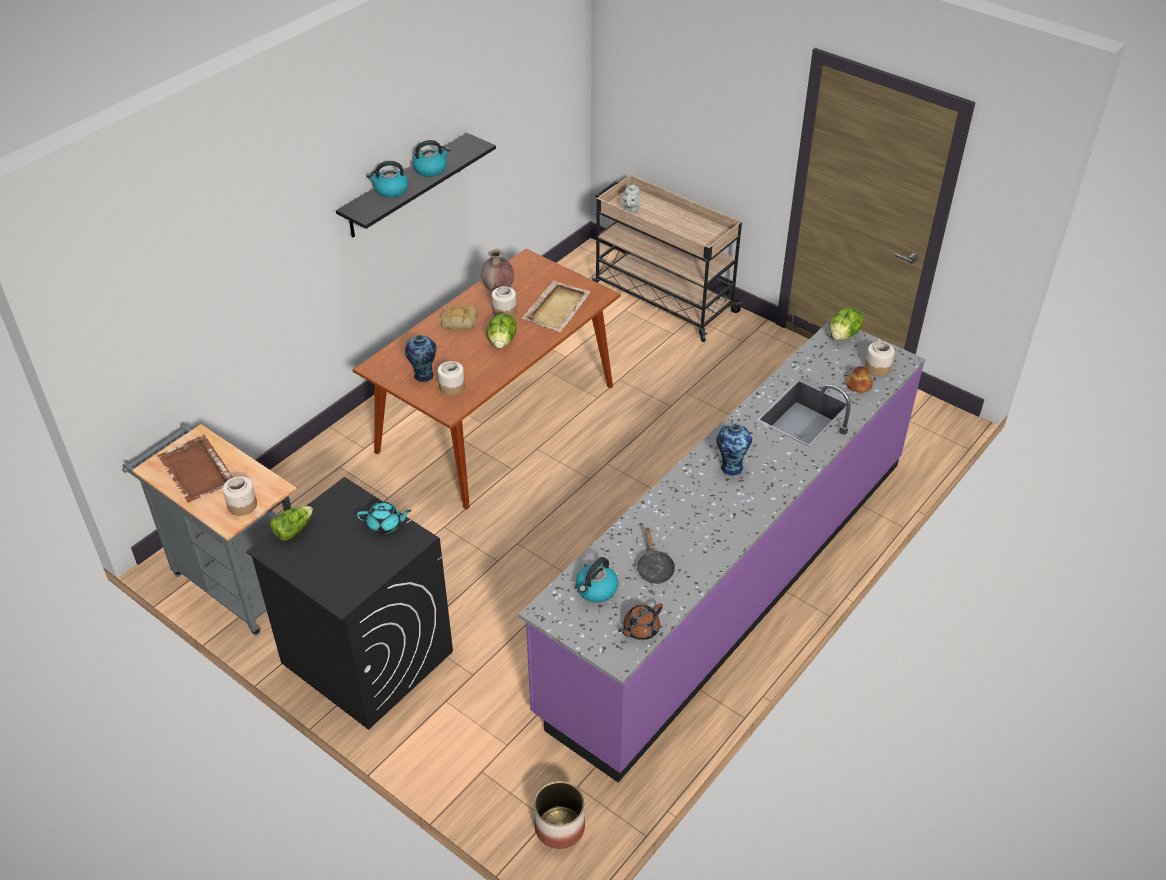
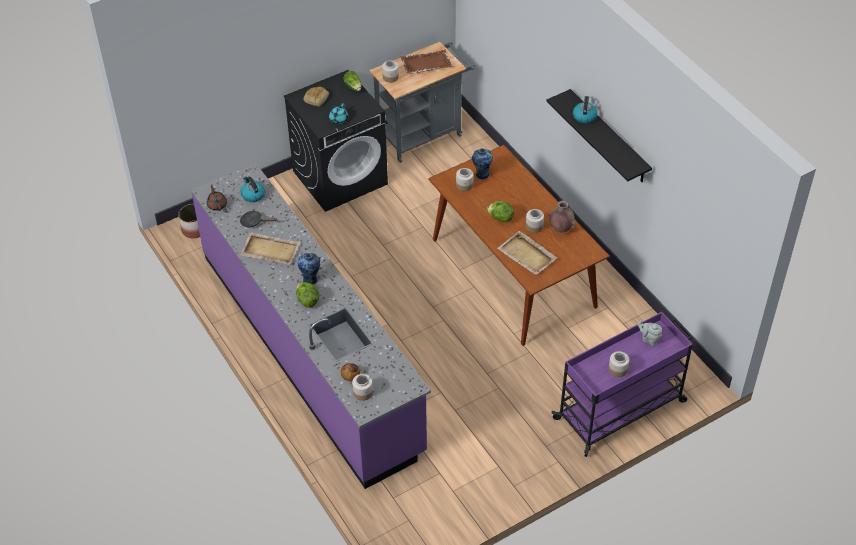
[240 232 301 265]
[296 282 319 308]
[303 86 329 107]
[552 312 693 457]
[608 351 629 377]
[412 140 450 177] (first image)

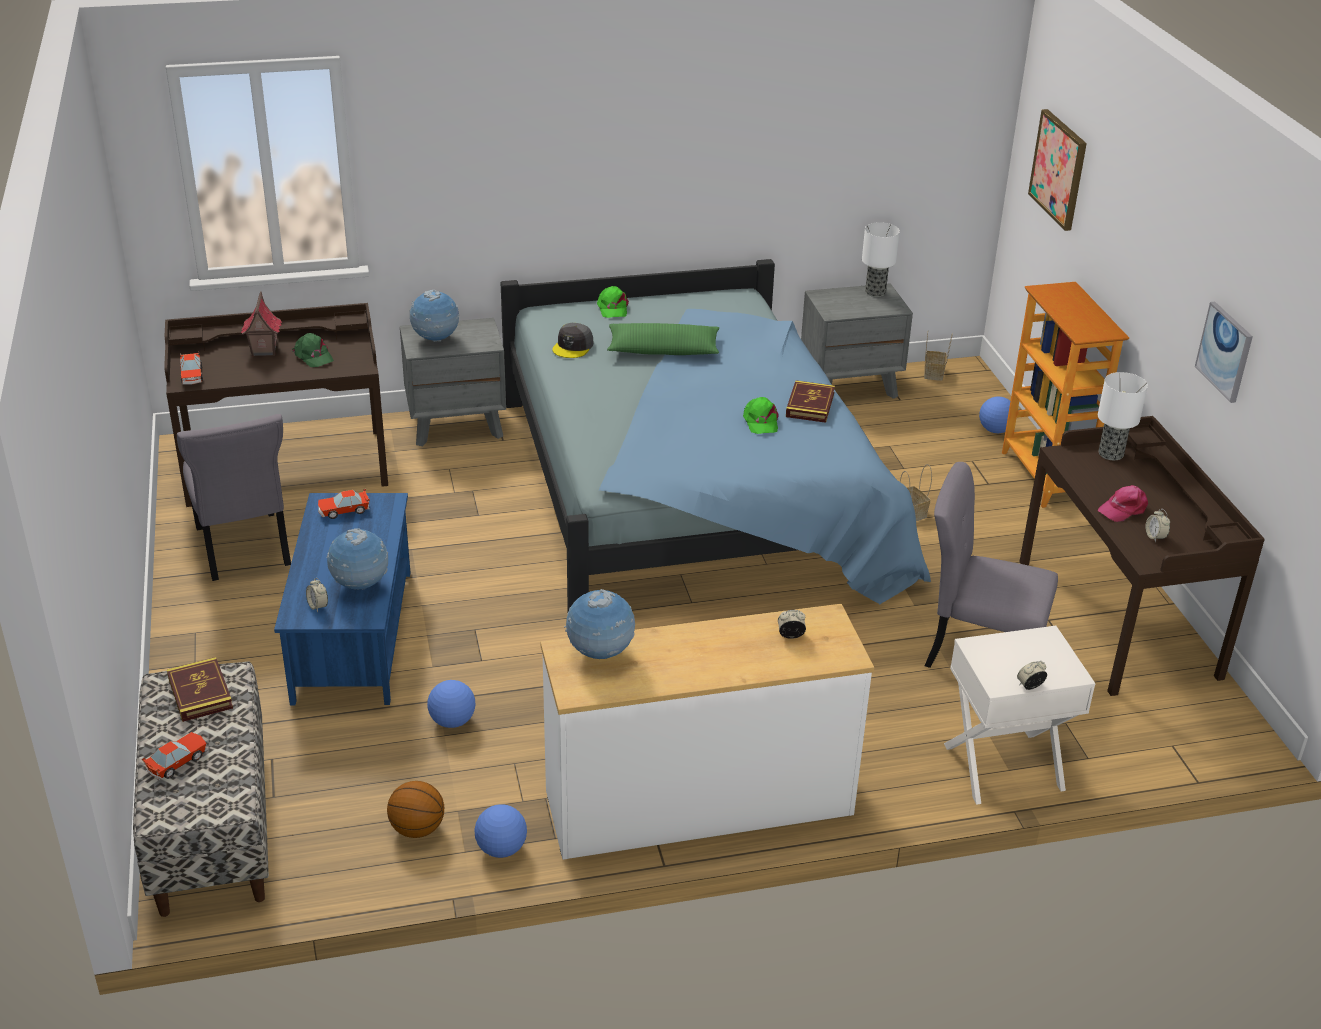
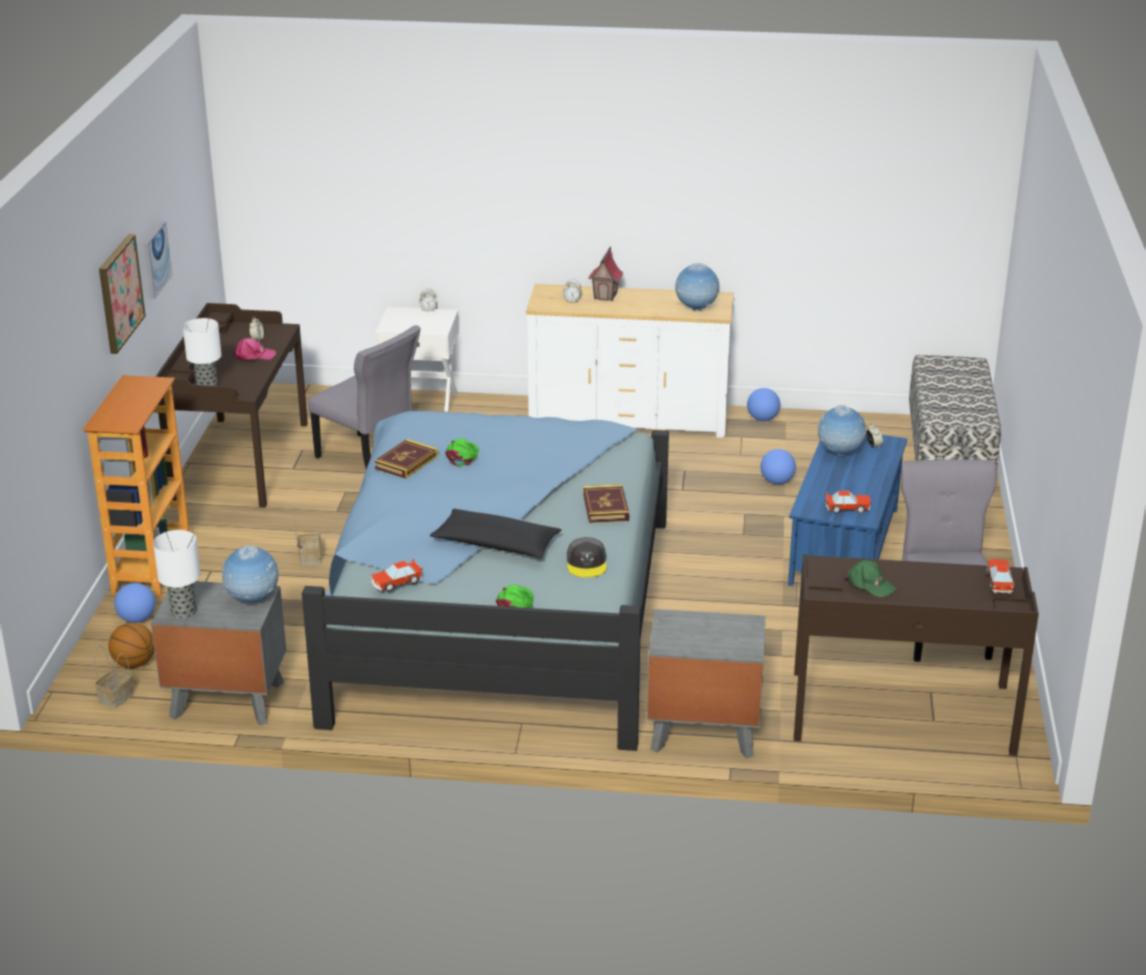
[99 234 146 354]
[108 623 155 668]
[222 546 279 603]
[371 559 423 592]
[430 509 561 558]
[567 537 607 578]
[583 484 629 523]
[588 246 623 301]
[844 560 897 597]

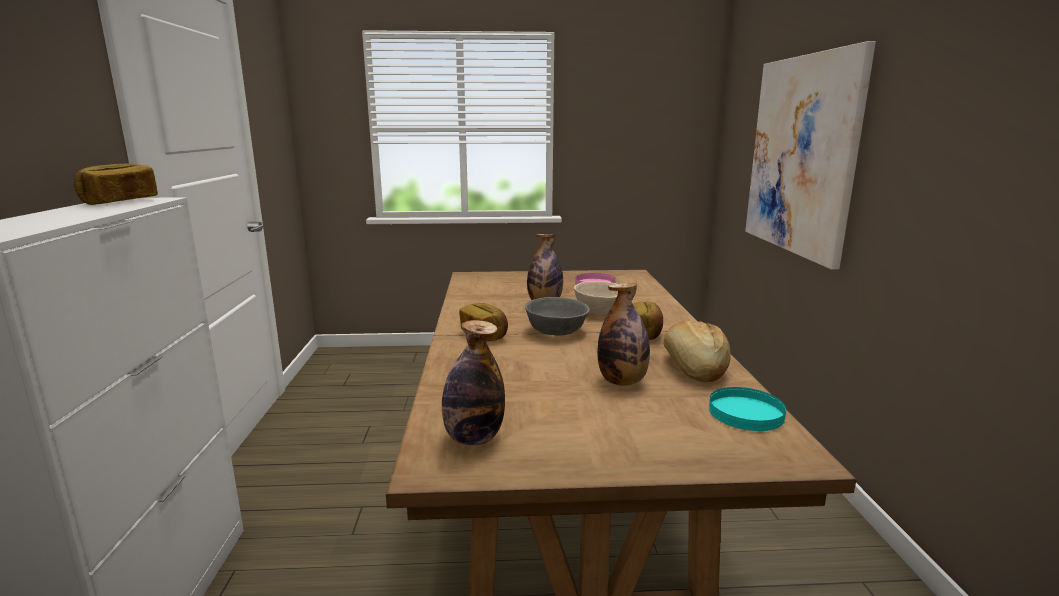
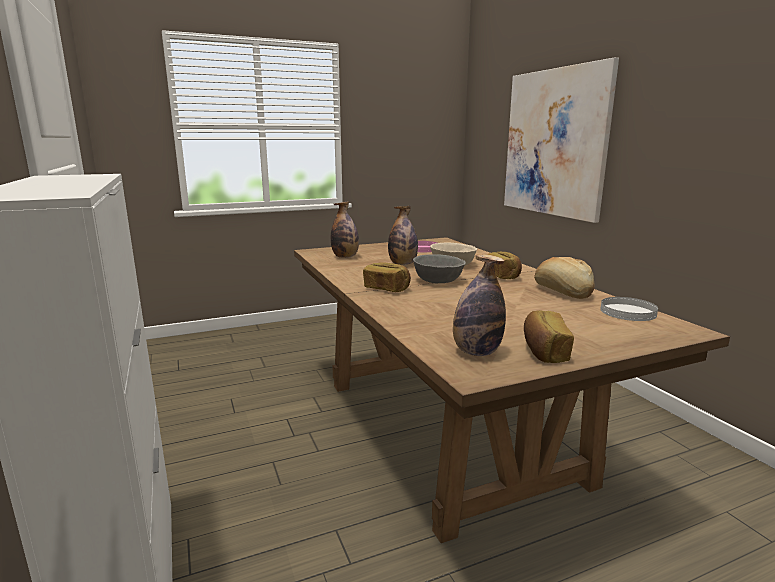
[331 201 359 258]
[524 311 574 363]
[601 297 658 321]

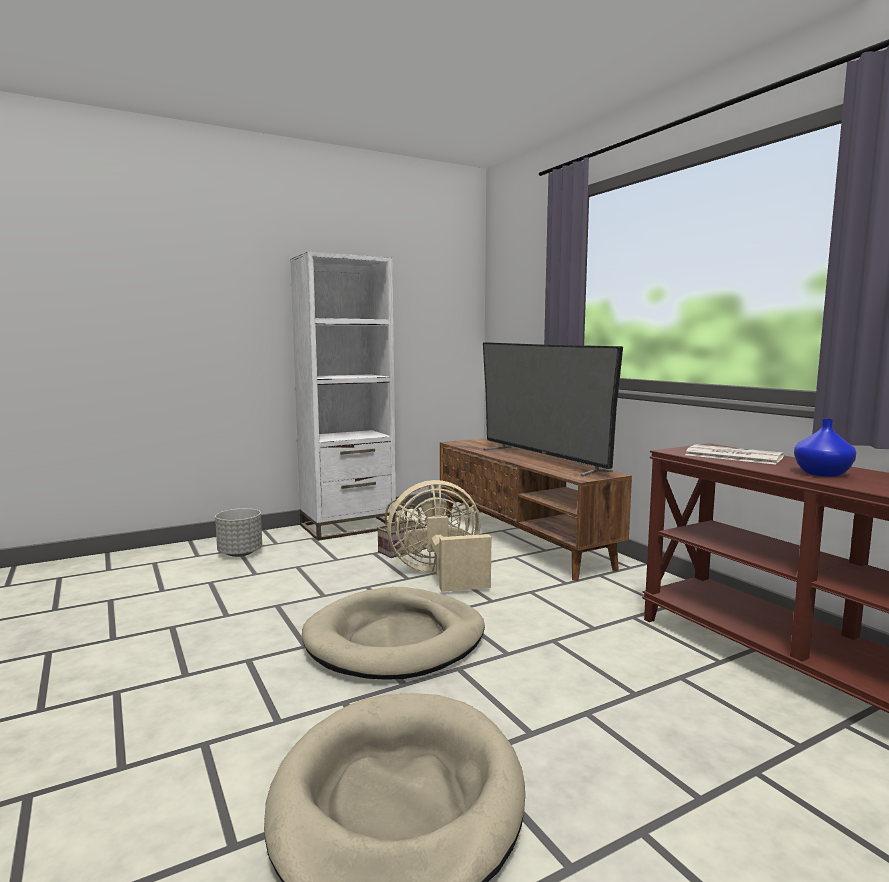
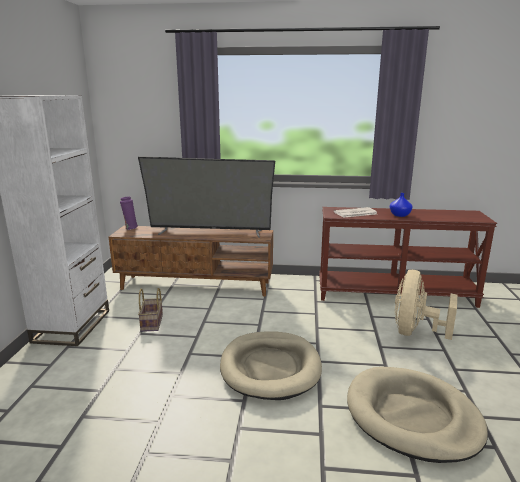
[120 197 138 230]
[395 270 457 340]
[215 508 262 557] (first image)

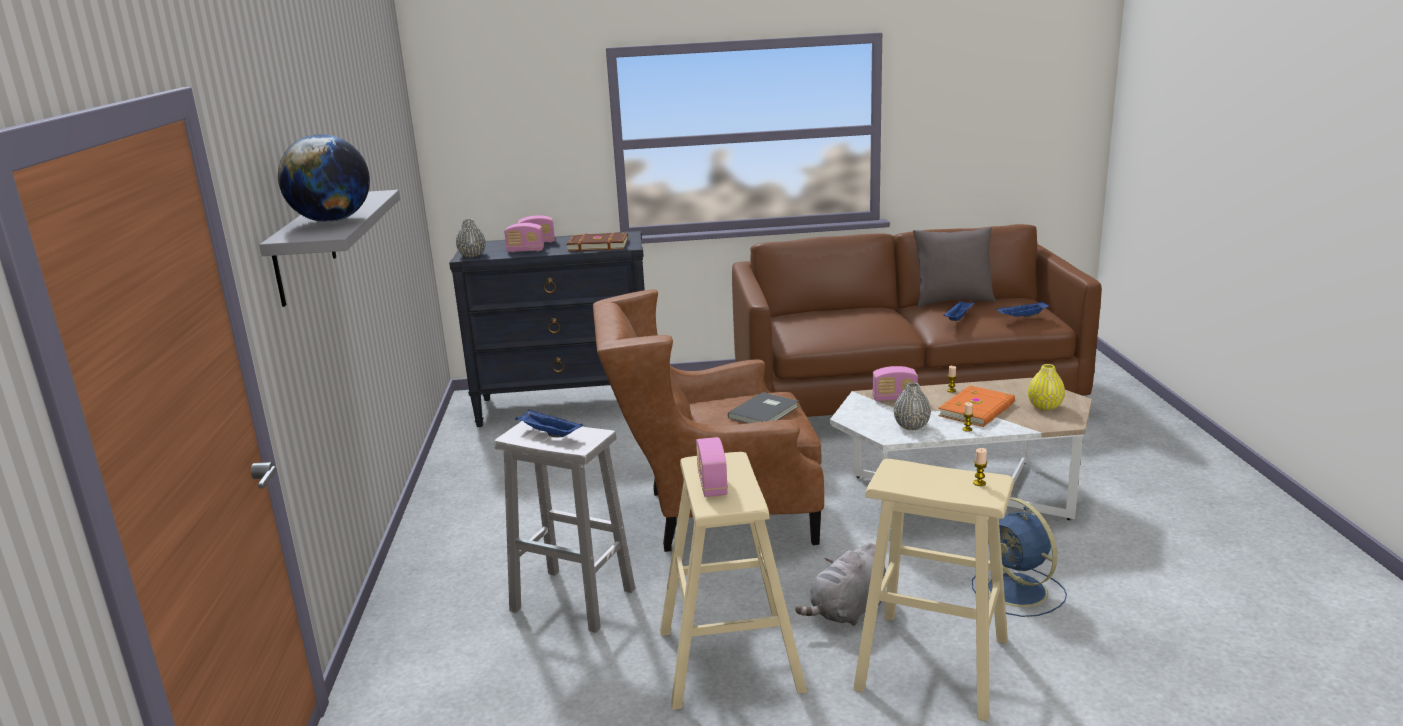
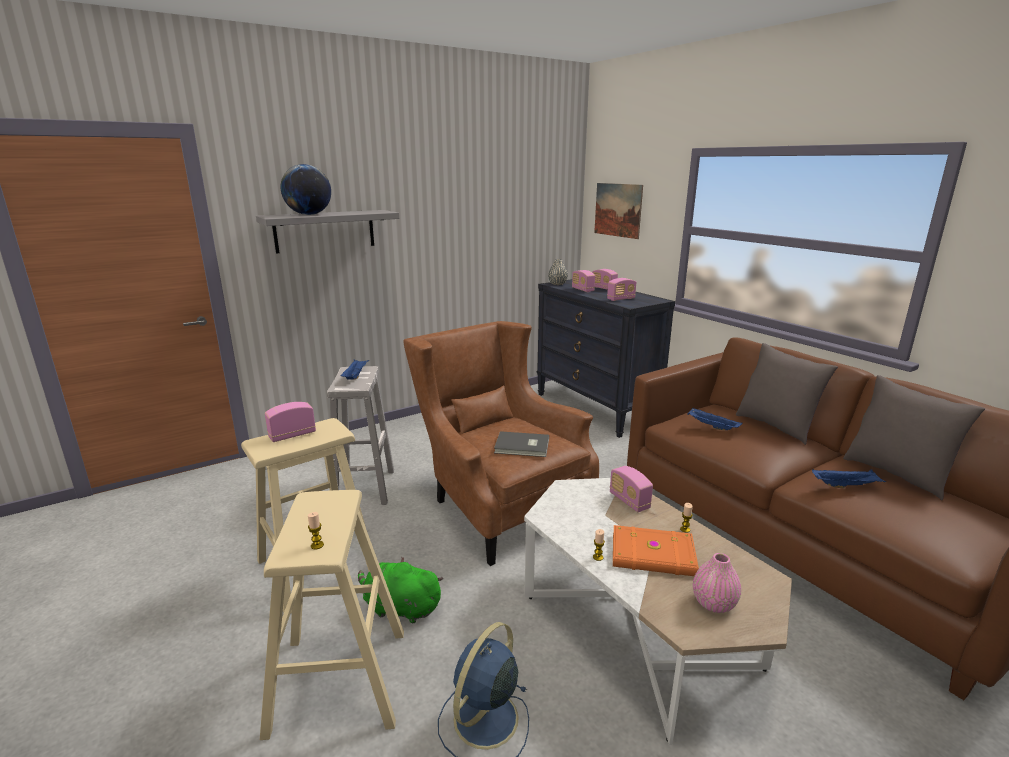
[358 557 443 623]
[594 183 643 239]
[607 278 636 301]
[687 408 742 430]
[693 553 741 613]
[736 343 838 445]
[894 382 931 430] (first image)

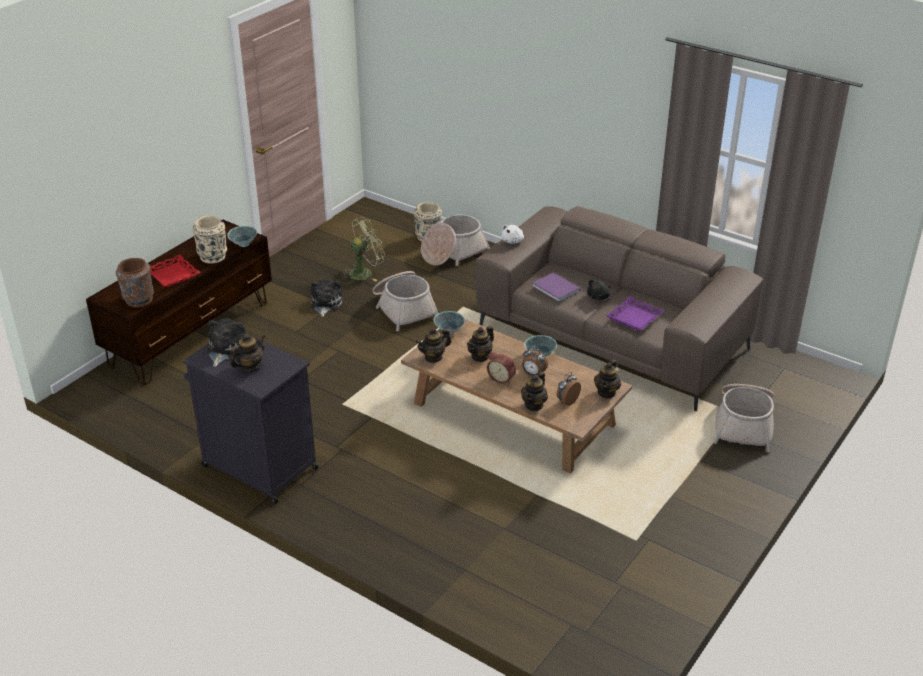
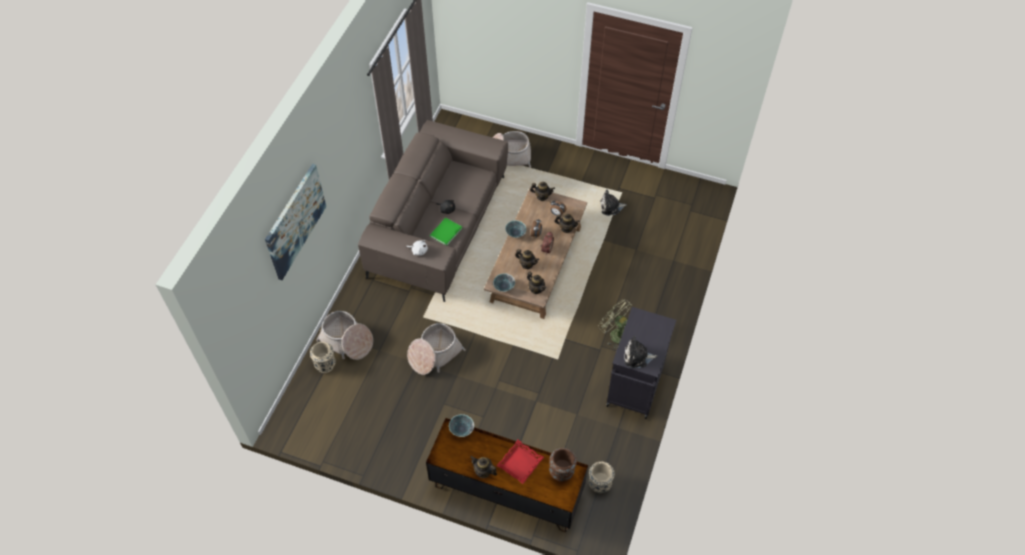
[265 164 326 280]
[430 218 462 246]
[470 456 497 478]
[589 462 615 493]
[598 300 632 348]
[600 189 627 216]
[606 296 664 331] (first image)

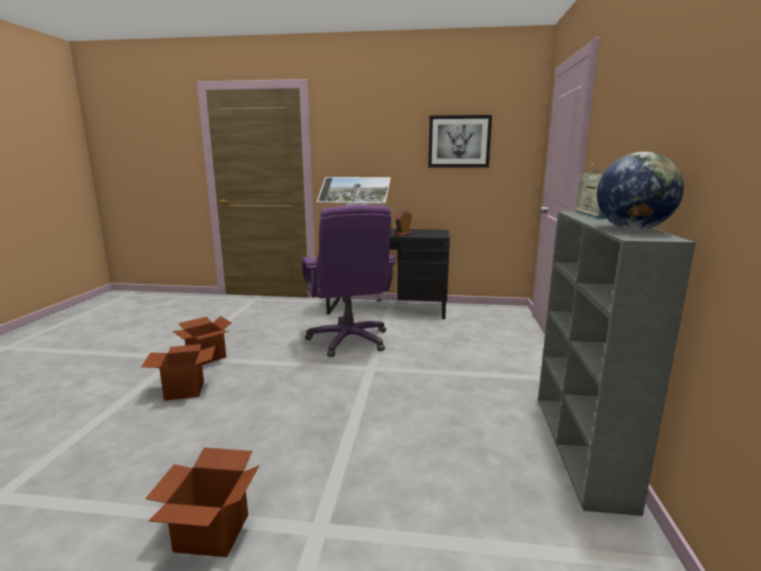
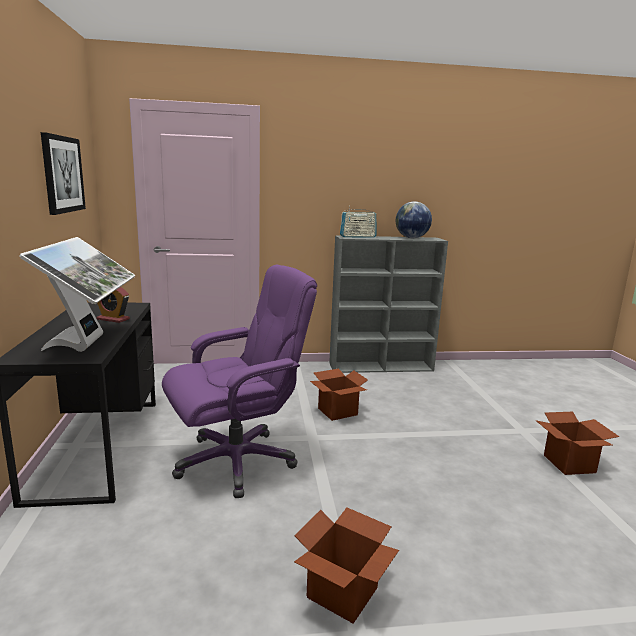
[310 369 368 421]

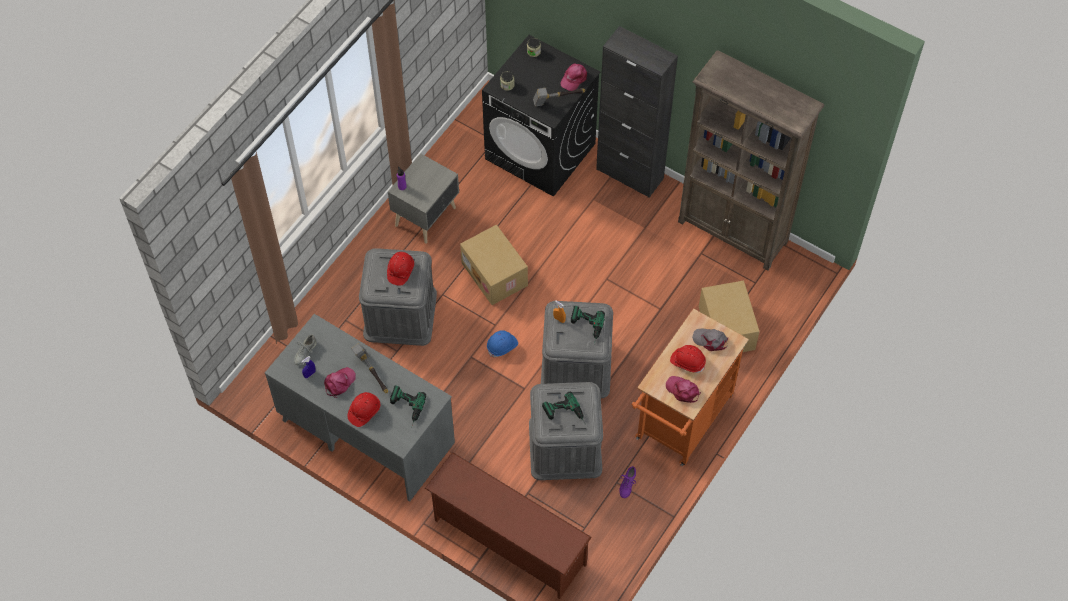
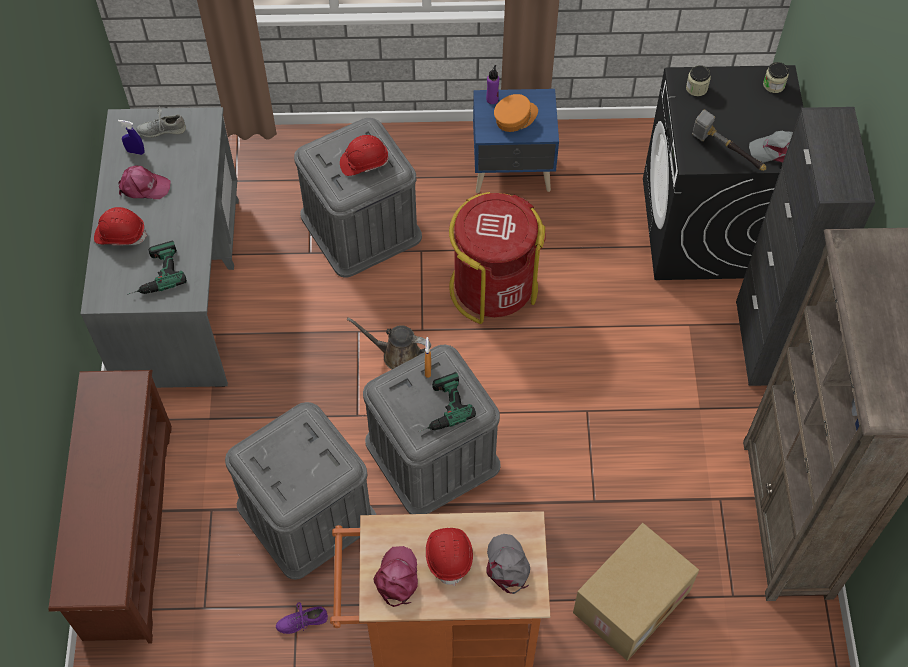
[347 318 431 370]
[449 192 546 324]
[473 89 559 193]
[494 94 538 132]
[749 131 793 162]
[351 343 388 393] (first image)
[542 392 586 425] (first image)

